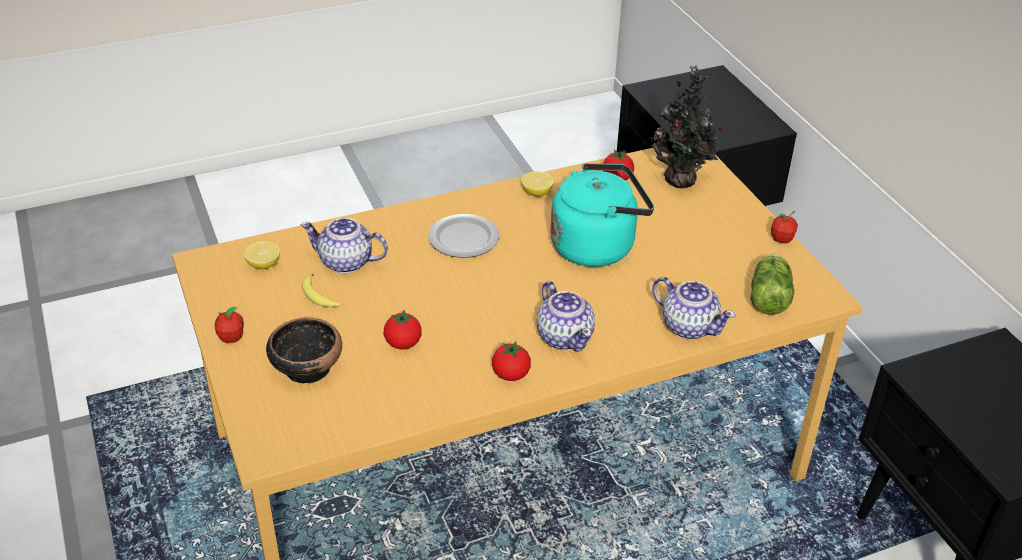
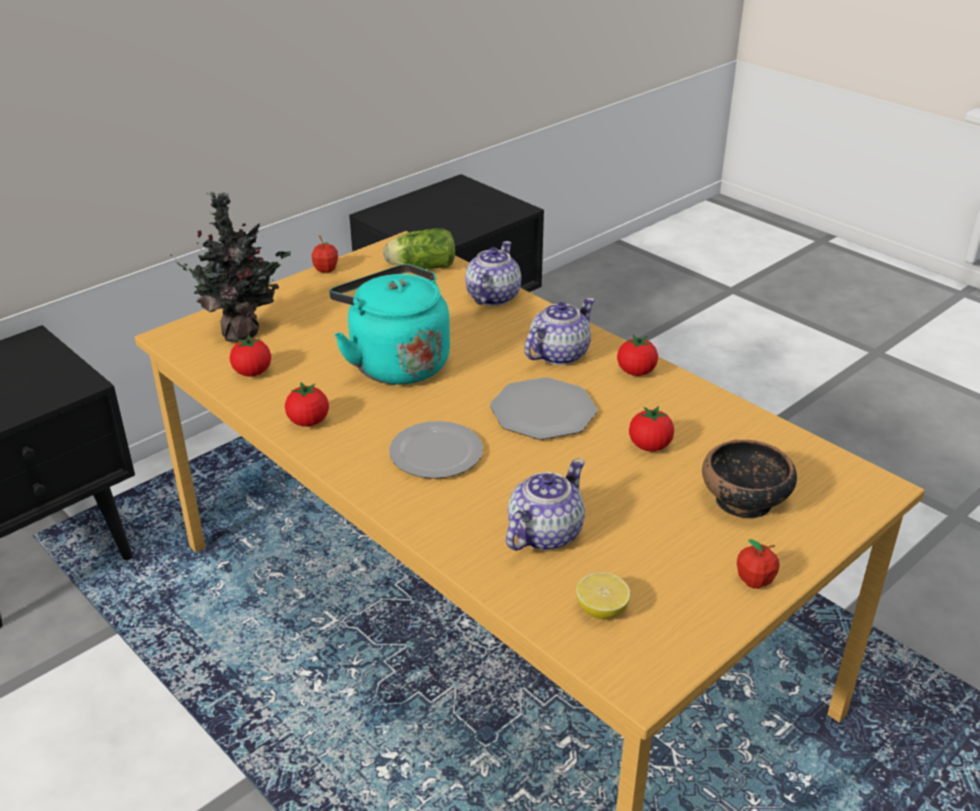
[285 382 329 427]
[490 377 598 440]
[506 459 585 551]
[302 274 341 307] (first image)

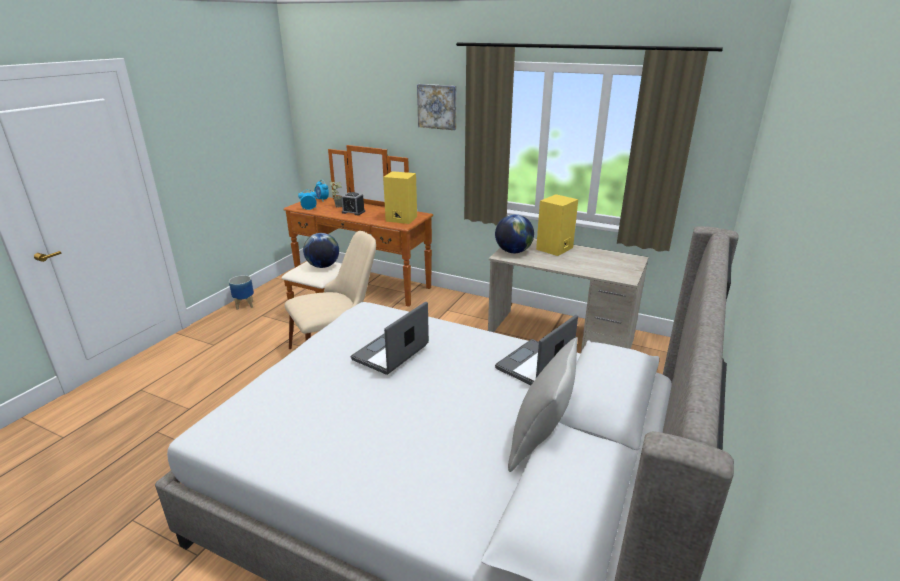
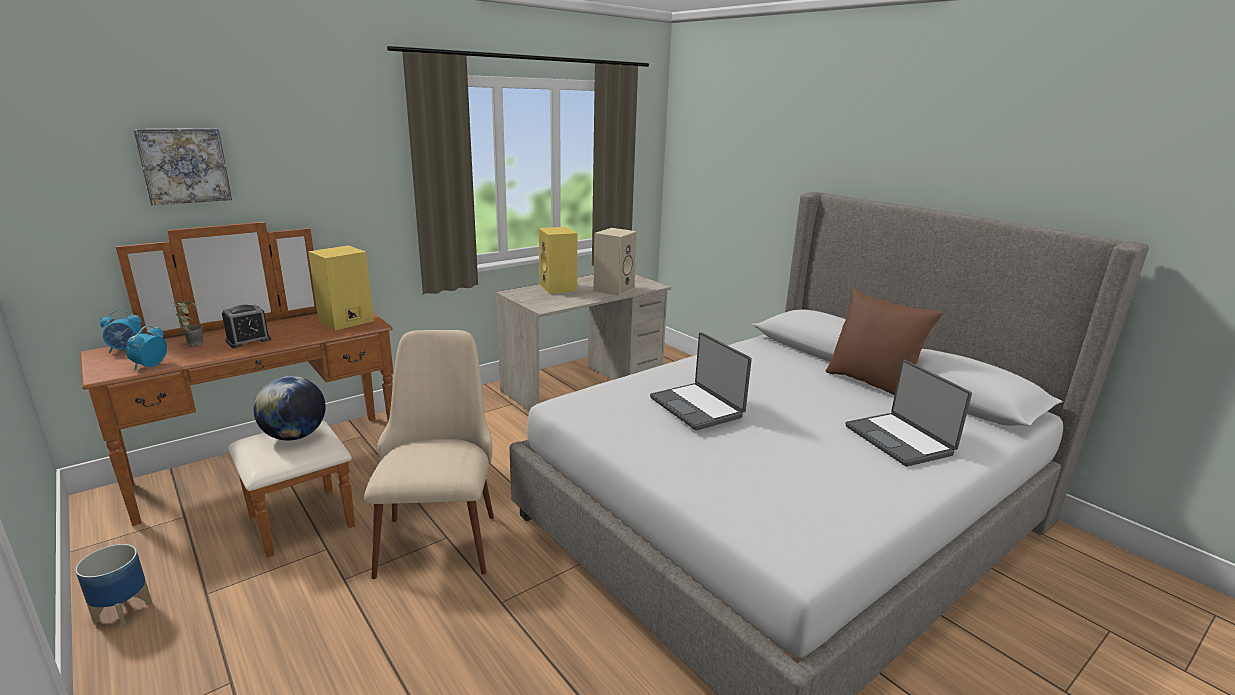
[133 128 232 205]
[593 228 637 296]
[825 288 943 395]
[845 360 972 467]
[495 214 534 253] (first image)

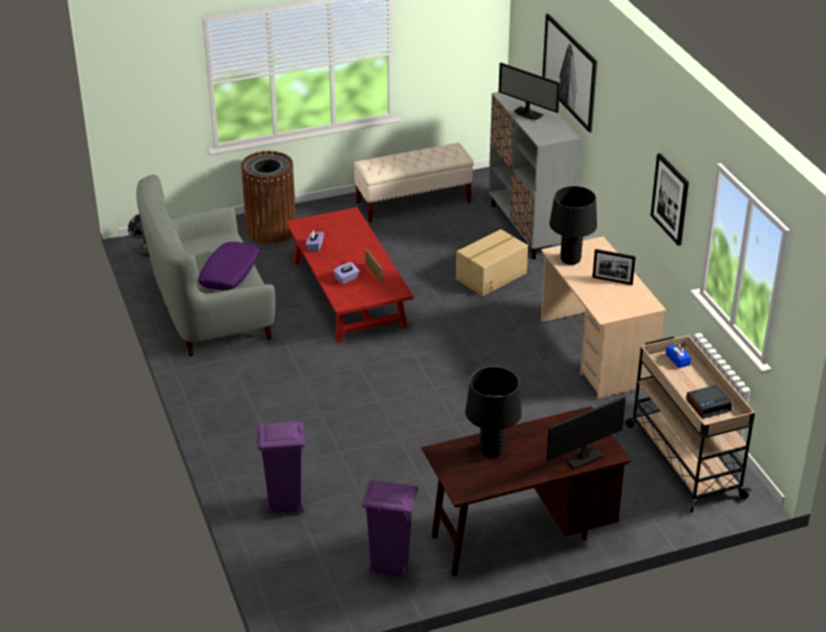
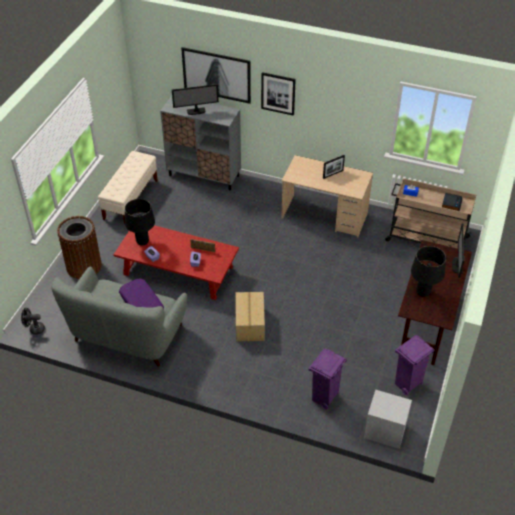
[125 199 155 245]
[236 292 265 341]
[261 72 296 116]
[364 390 412 449]

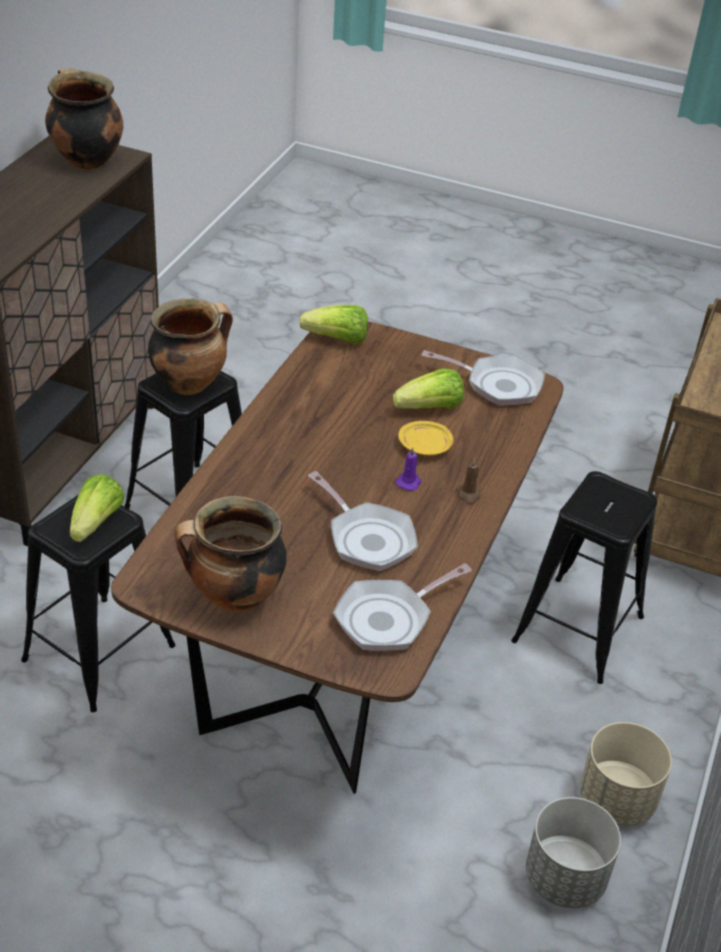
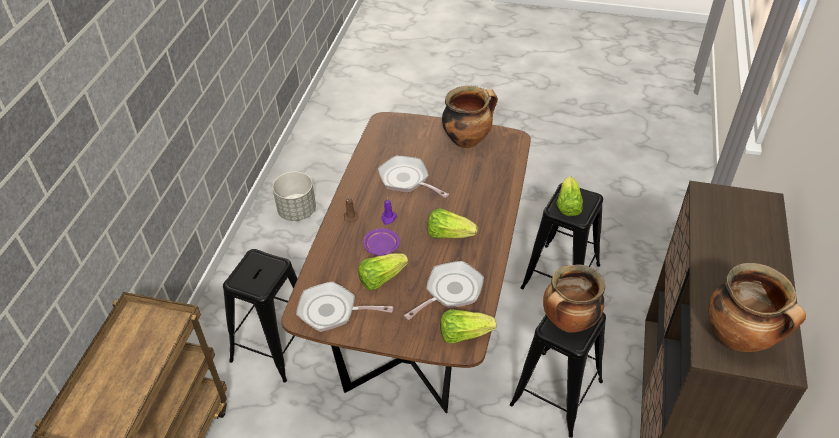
[363 228 400 256]
[404 261 484 320]
[427 208 478 238]
[580 722 672 826] (first image)

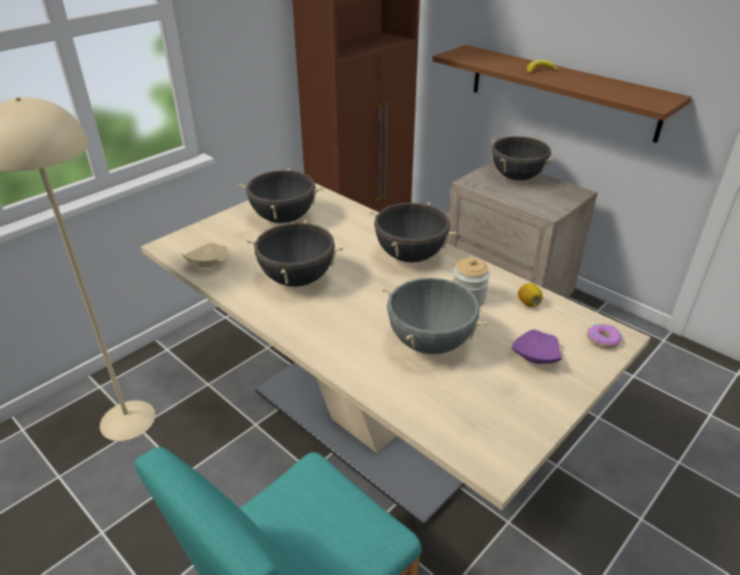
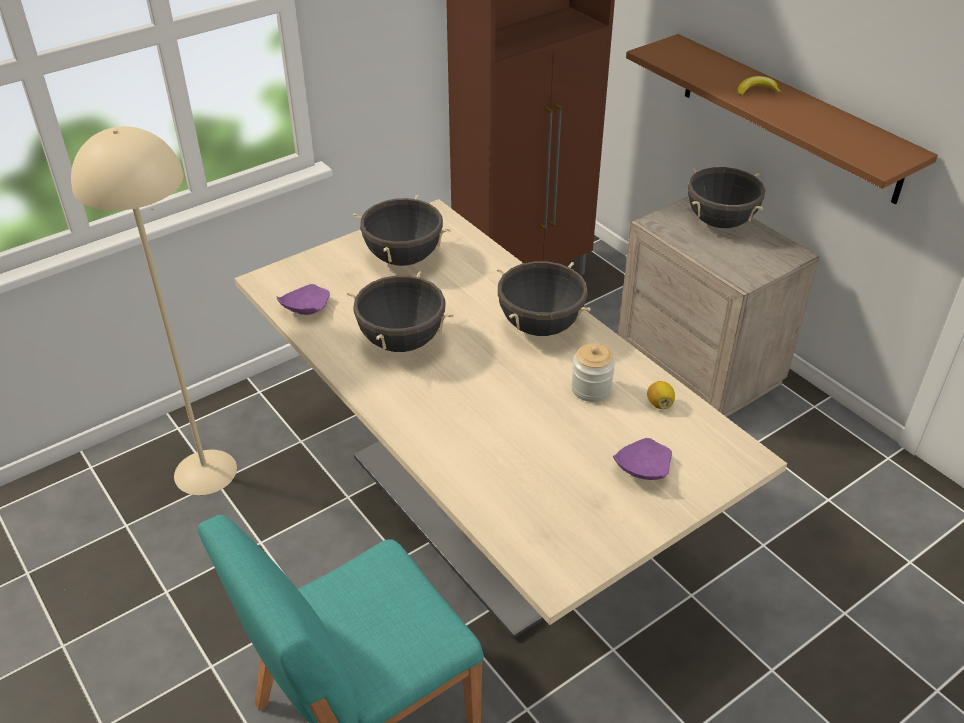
[276 284 330 315]
[382 277 488 354] (first image)
[587 324 622 348] (first image)

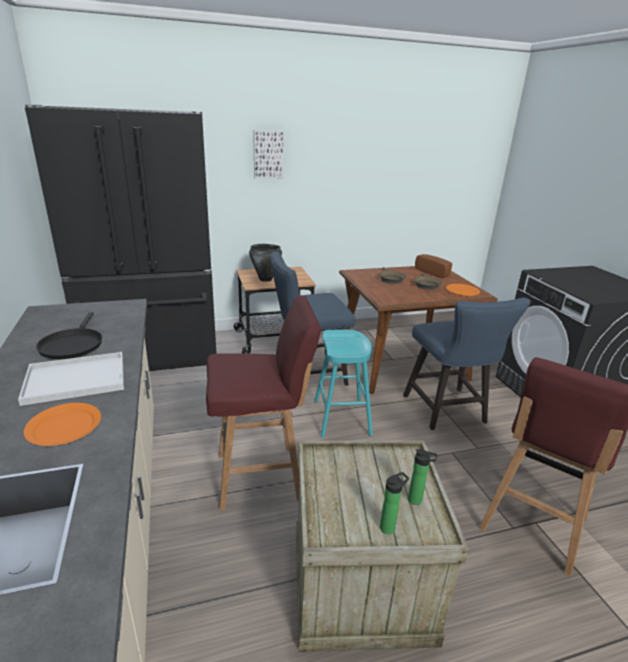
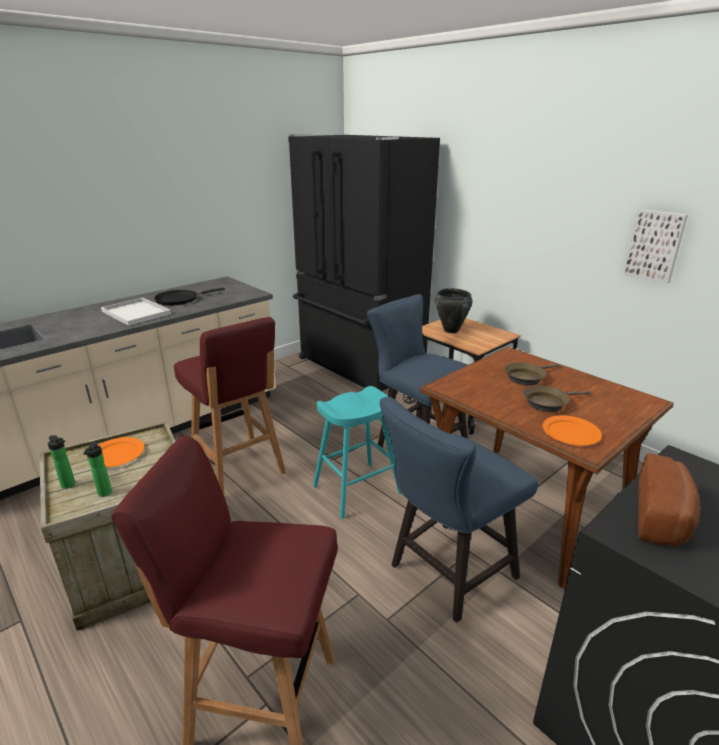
[97 437 144 467]
[623 209 688 283]
[638 453 700 546]

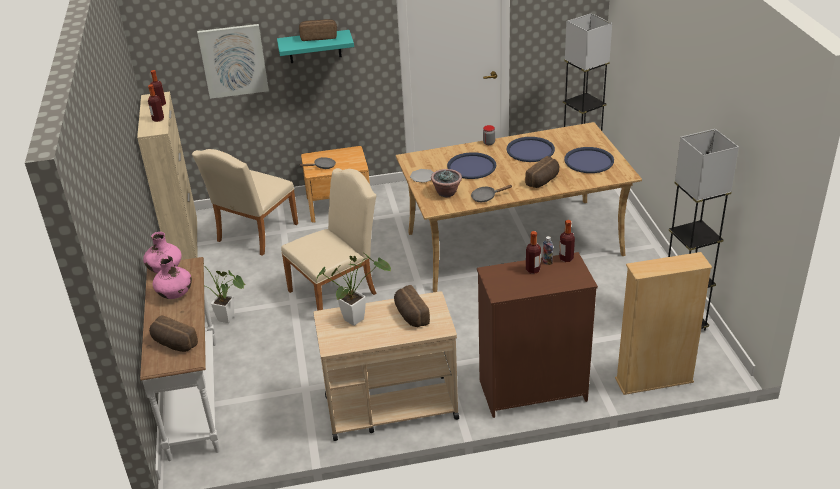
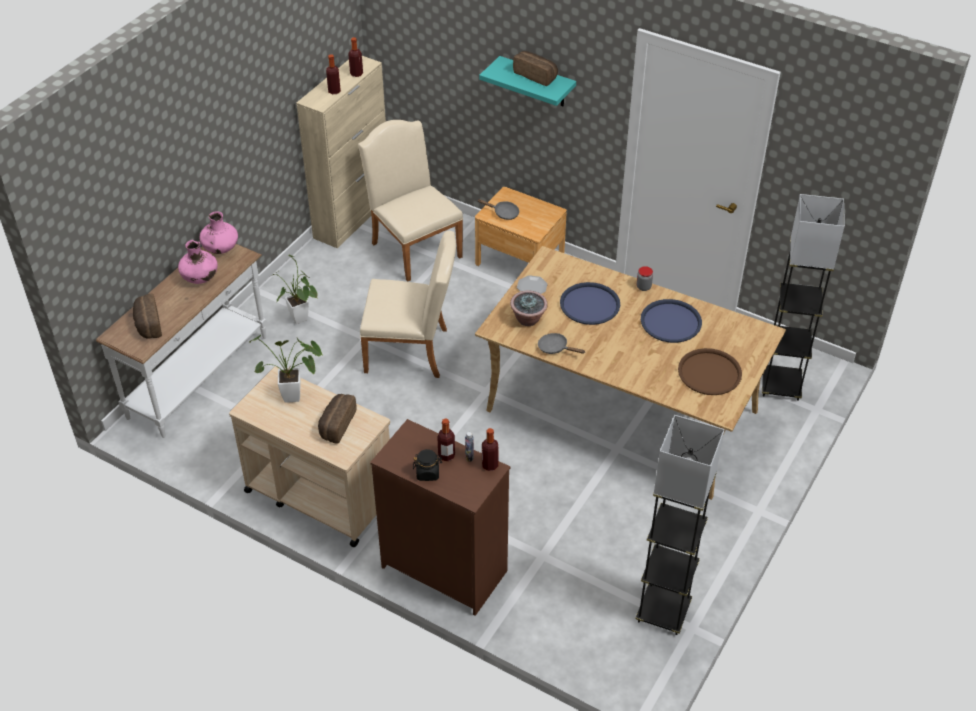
[358 120 463 281]
[413 449 442 481]
[678 348 742 395]
[197 24 269 99] (first image)
[525 156 559 188] (first image)
[615 252 712 395] (first image)

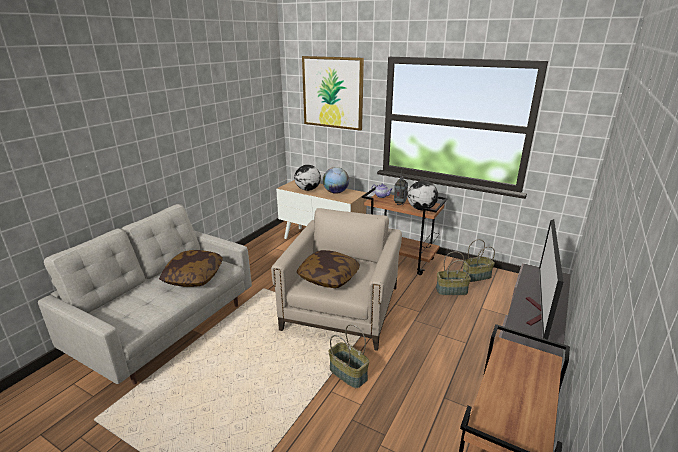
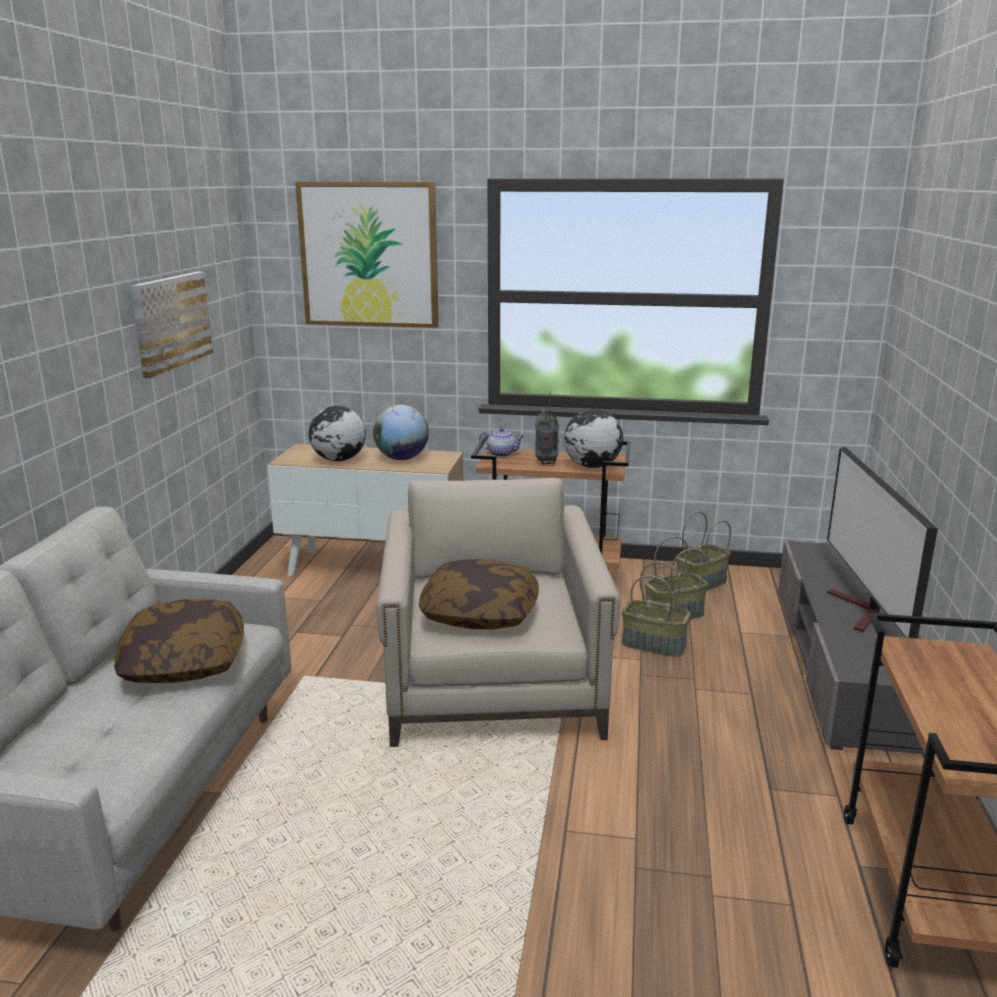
[130 272 213 378]
[622 562 691 657]

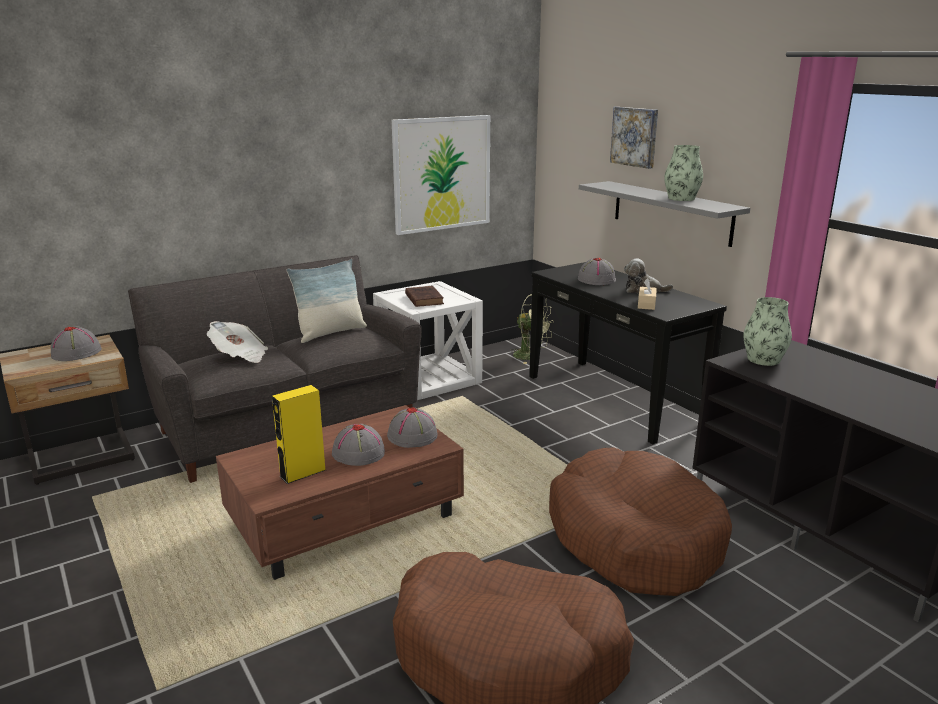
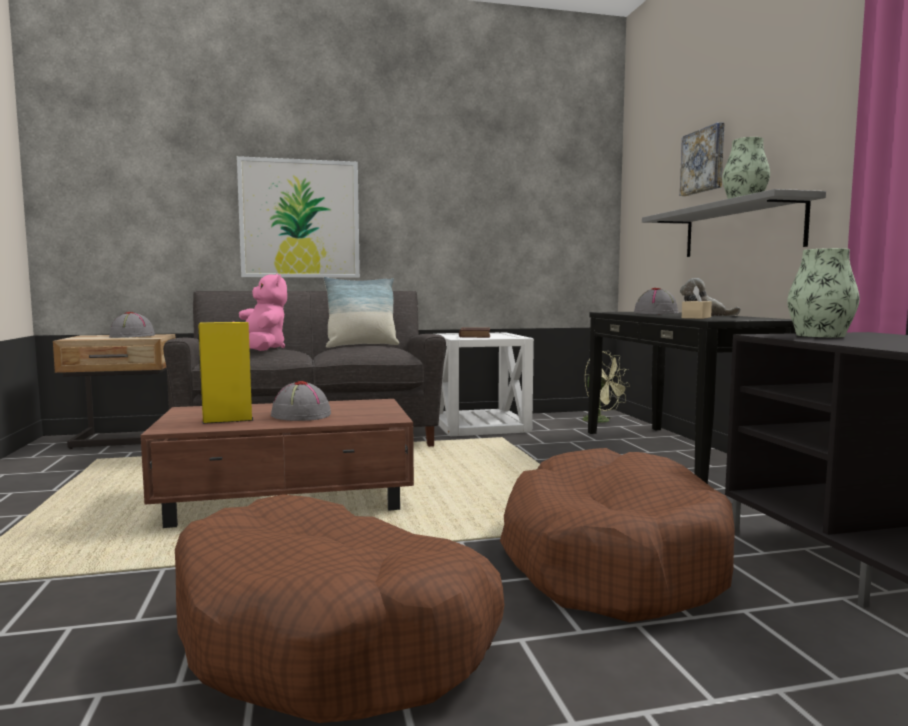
[232 274 287 351]
[237 156 360 278]
[387 407 438 448] (first image)

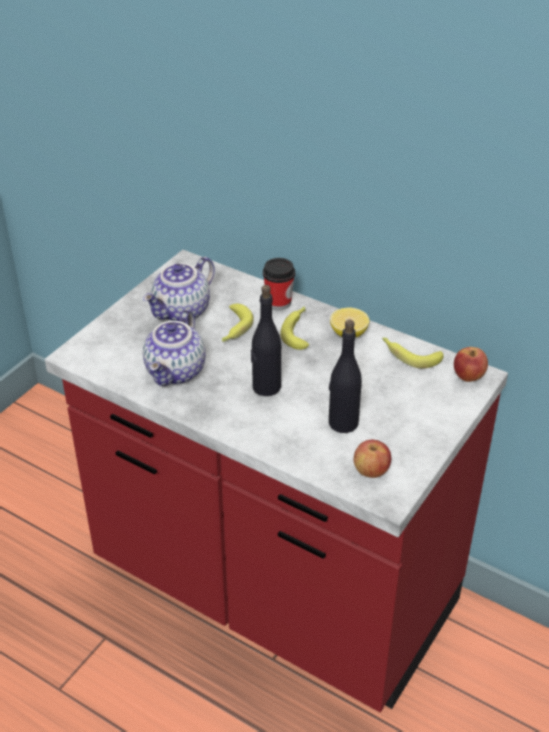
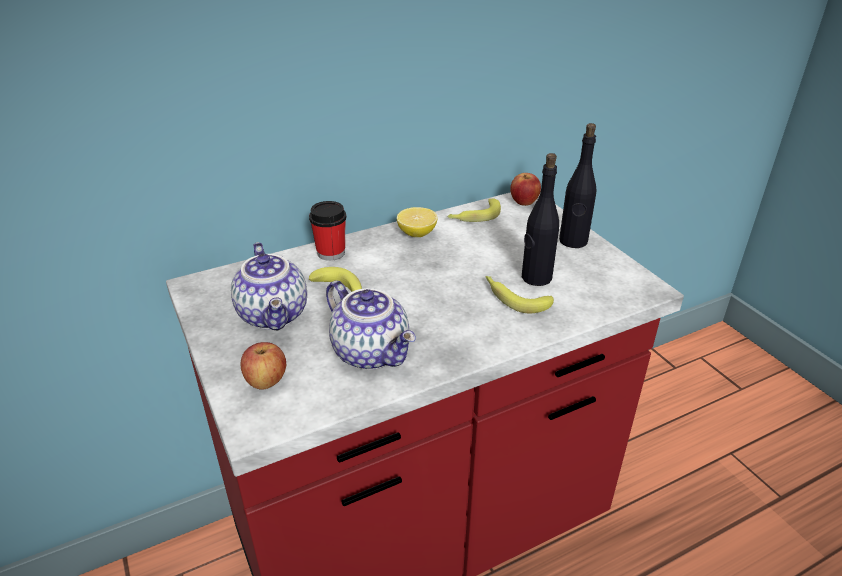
[241 342 286 389]
[485 276 554 313]
[559 123 597 248]

